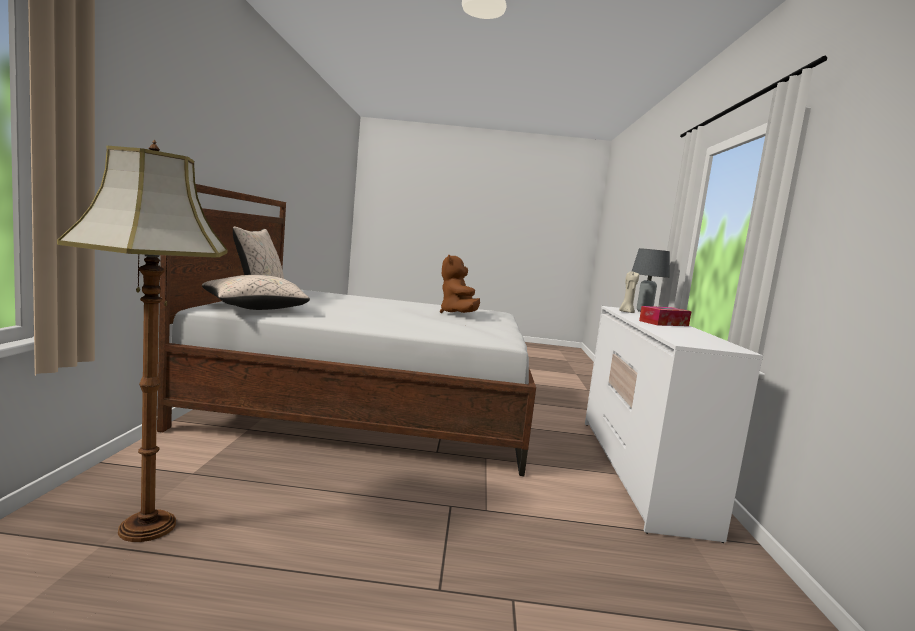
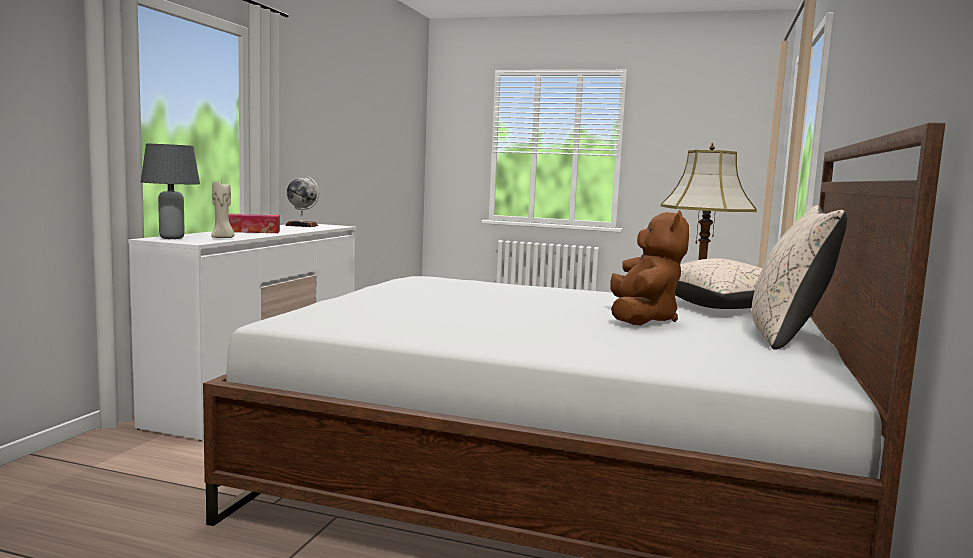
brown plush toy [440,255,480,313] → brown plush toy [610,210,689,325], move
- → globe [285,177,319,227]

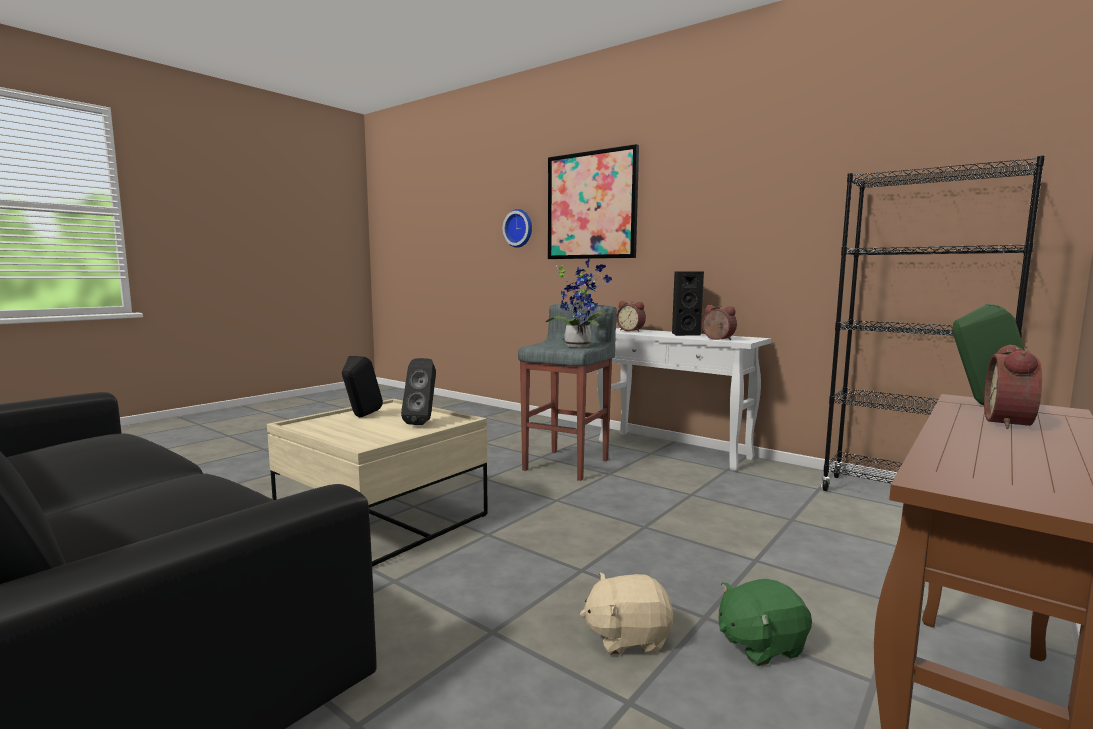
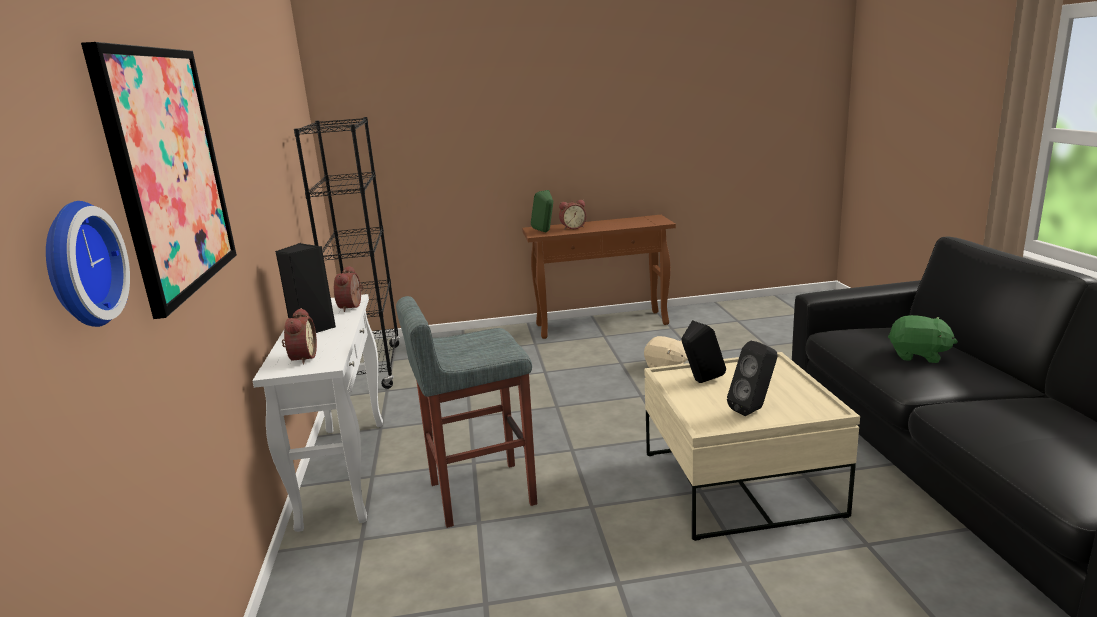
potted plant [546,259,612,347] → -
green plush toy [719,579,812,666] → green plush toy [888,315,958,363], move

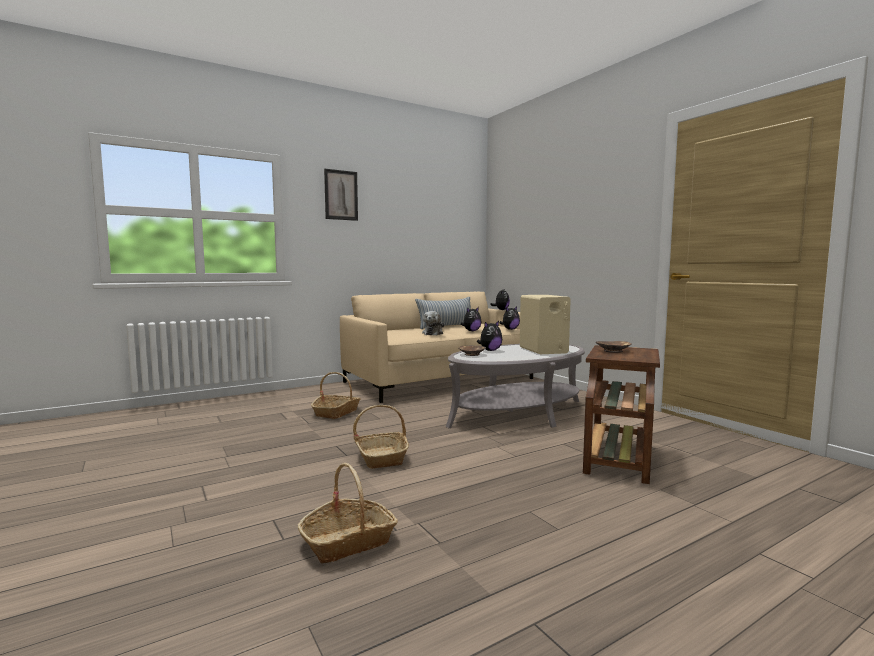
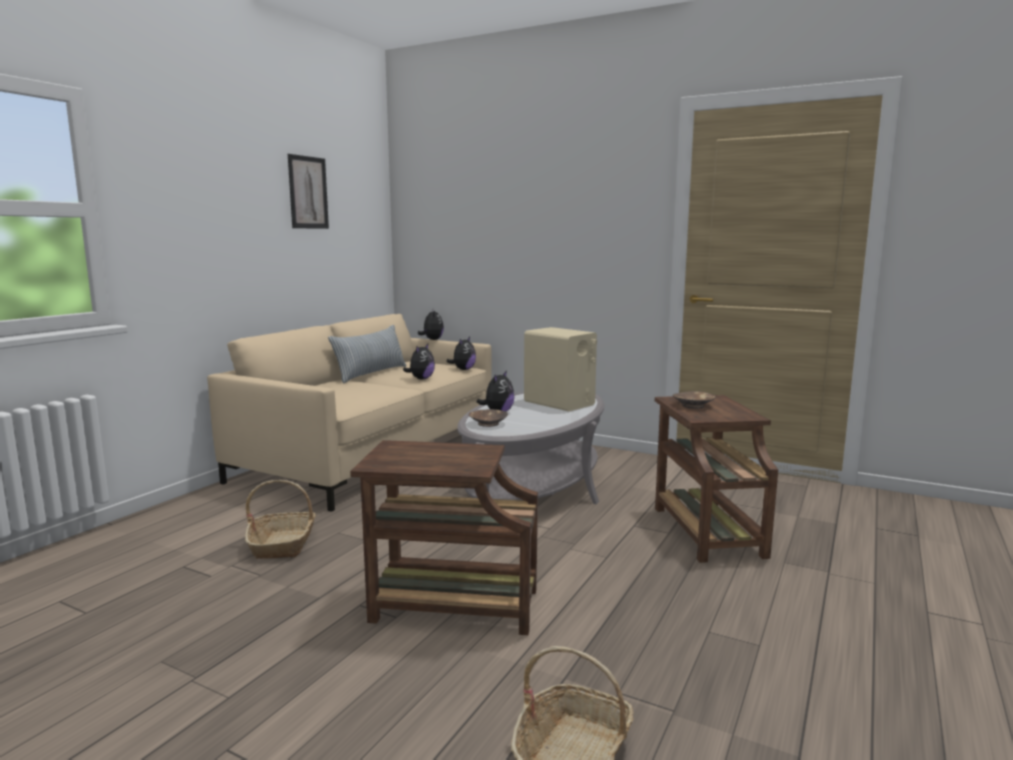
picture [324,169,358,221] → picture [288,154,329,229], move
plush toy [422,311,444,335] → -
basket [353,405,409,469] → brown side table [350,440,538,635]

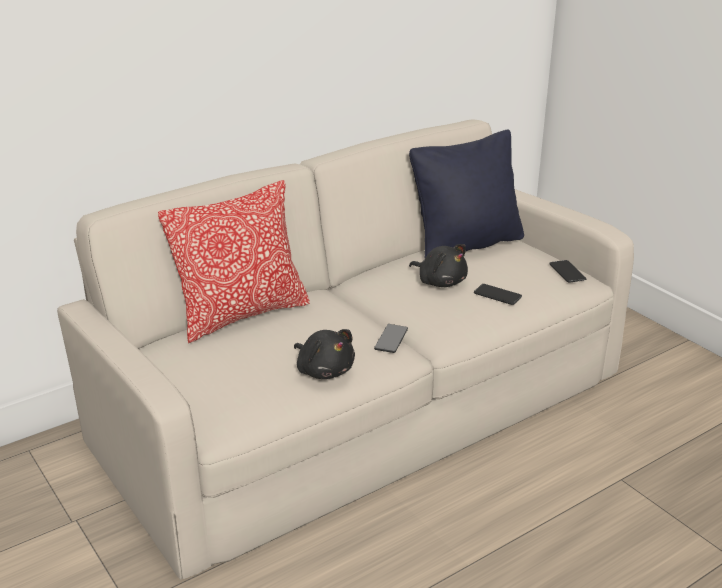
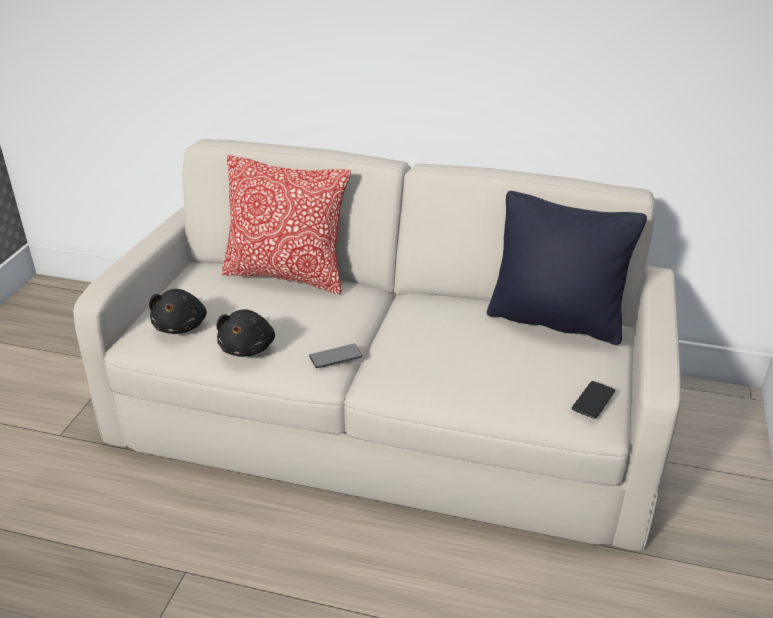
black plush toy [409,244,468,287] → black plush toy [149,289,207,334], move
phone [474,284,522,305] → -

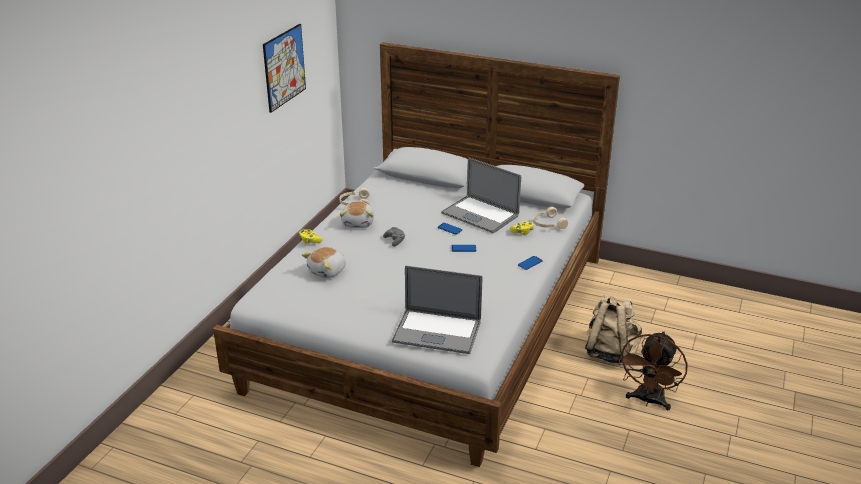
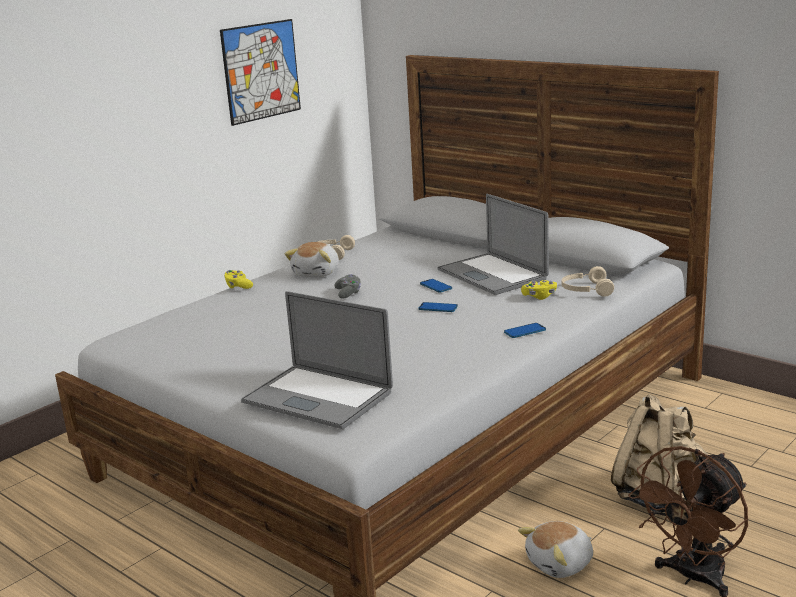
plush toy [302,247,346,278] → plush toy [518,521,593,578], move

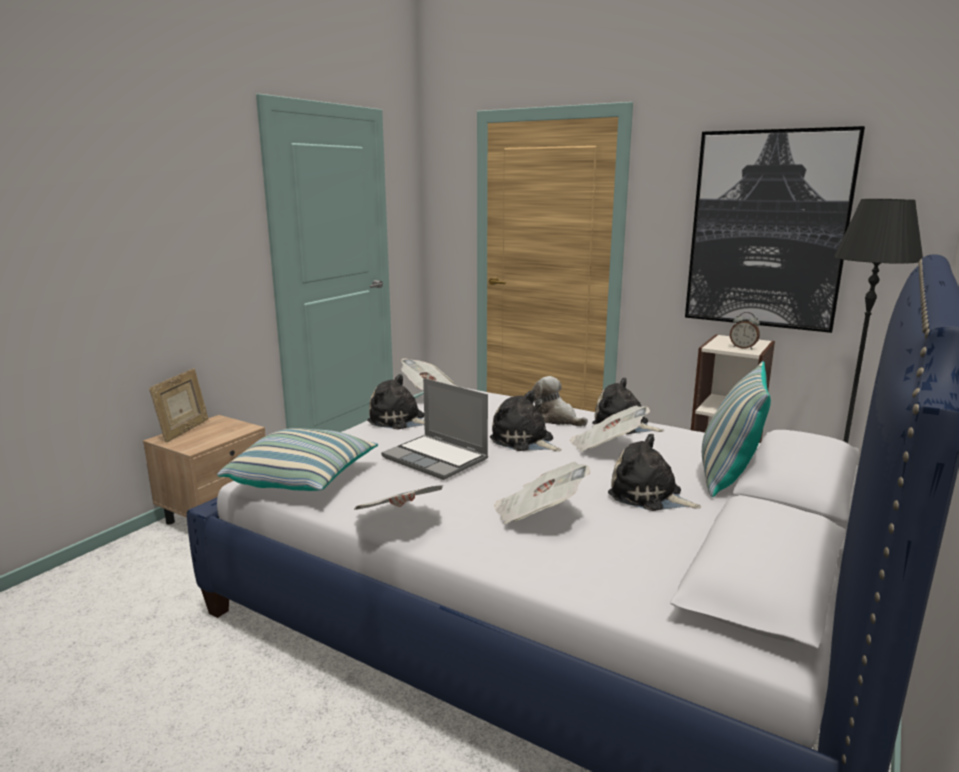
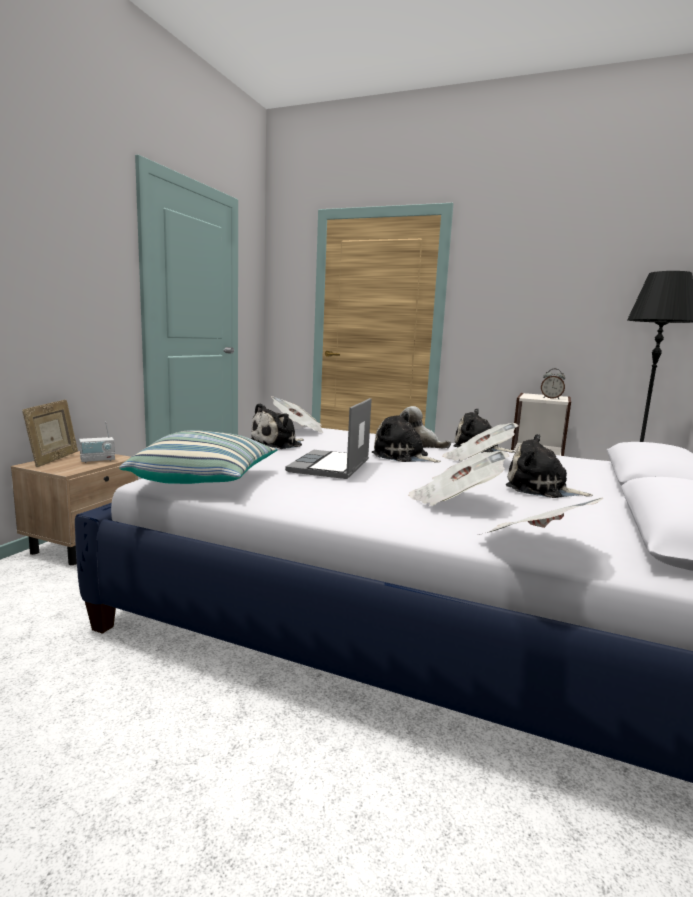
picture [685,126,865,333] → -
pillow [702,361,771,497] → -
plush toy [367,374,424,429] → plush toy [251,403,304,449], 60 degrees counterclockwise
laptop [381,378,488,480] → laptop [285,398,371,479], 75 degrees clockwise
newspaper [354,485,443,510] → newspaper [479,498,604,535], move
- → radio [79,422,115,463]

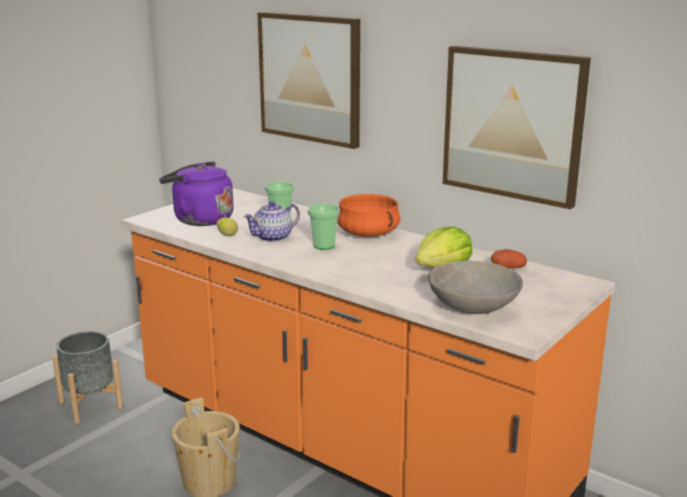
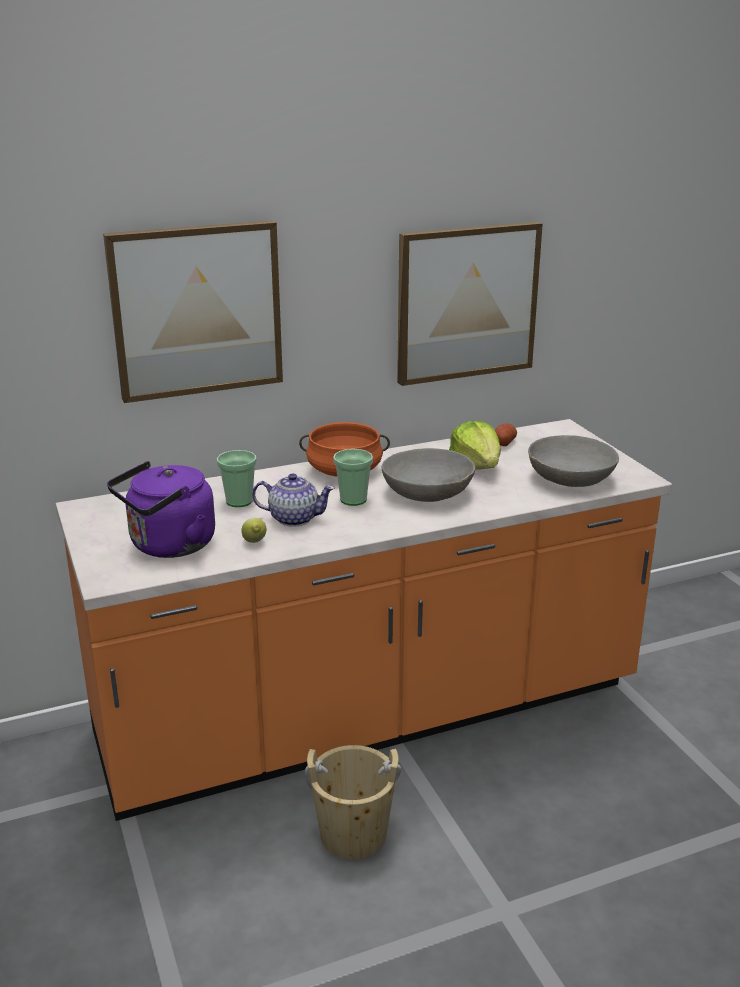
teapot [243,201,300,242] → teapot [252,473,335,527], 75 degrees counterclockwise
grey planter [52,331,123,424] → -
- → grey bowl [382,448,475,502]

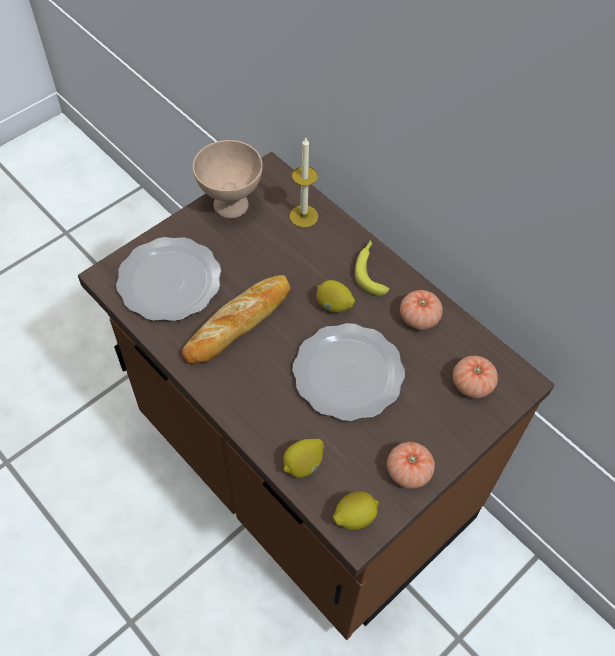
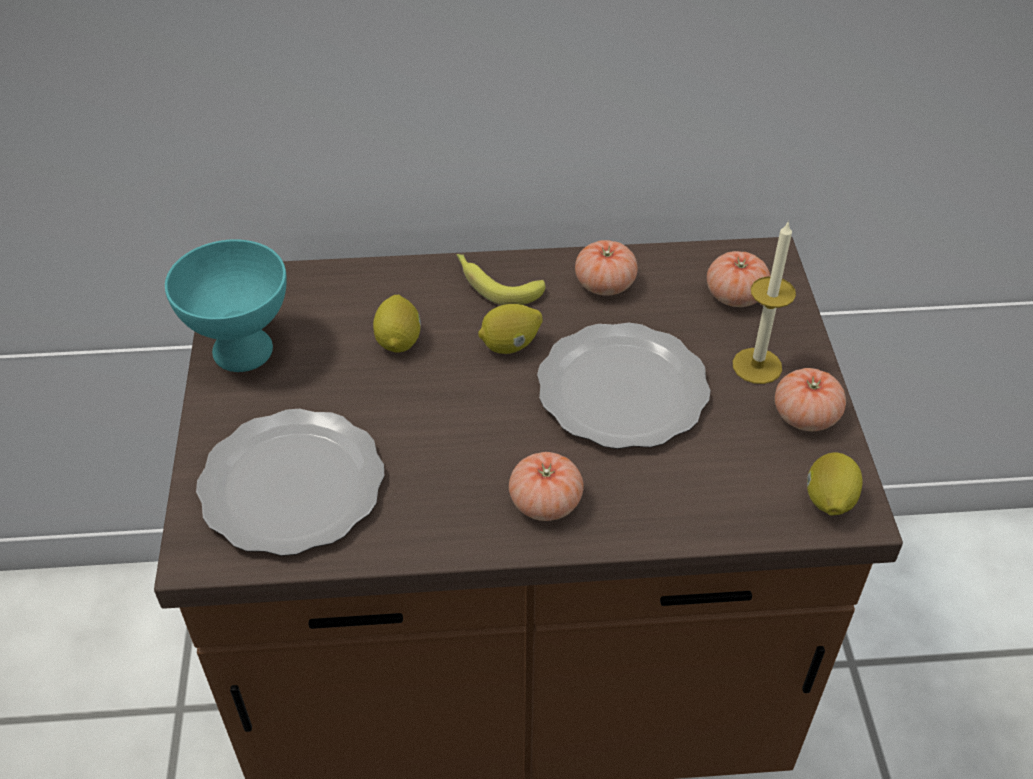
candle [290,138,318,228] → candle [733,220,796,384], move
beige bowl [193,140,263,219] → turquoise bowl [165,239,287,372]
bread [181,275,290,364] → -
lemon [283,439,324,478] → lemon [373,295,421,353], move
- → tomato [509,452,584,521]

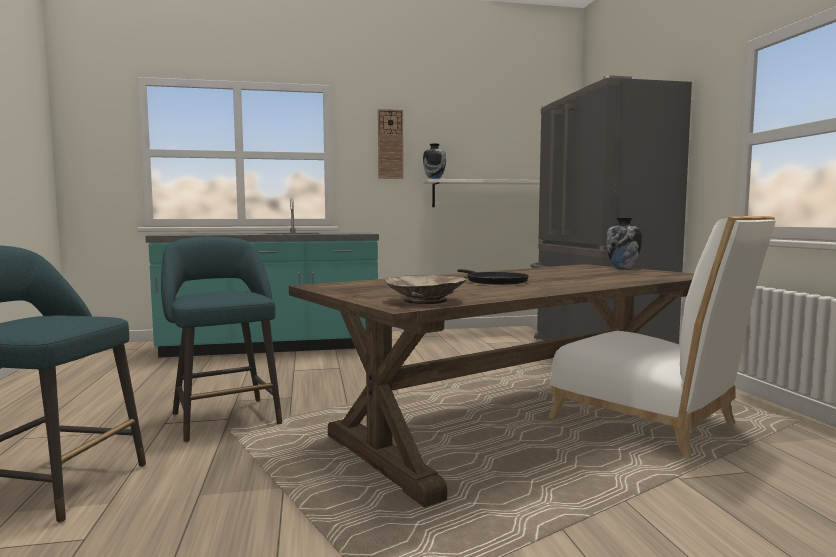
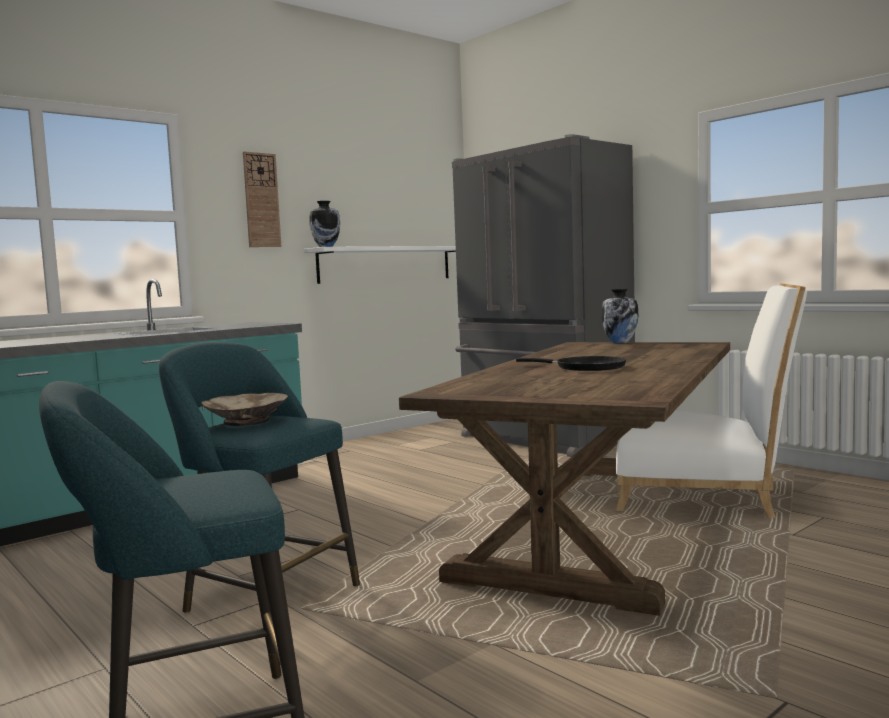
beige bowl [384,275,466,304] → beige bowl [201,393,288,426], move

